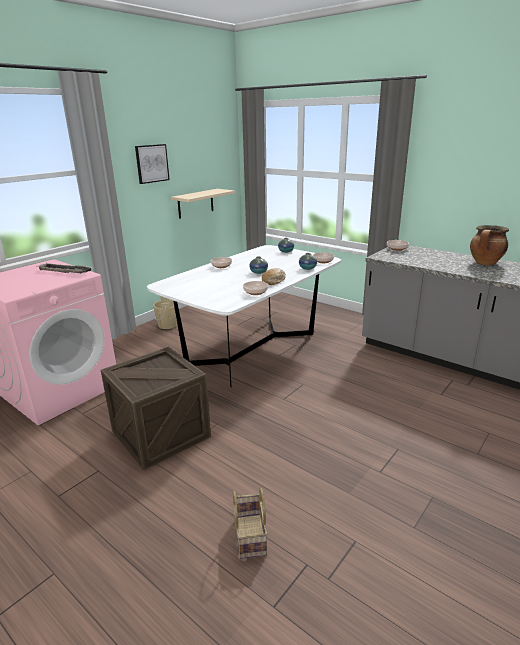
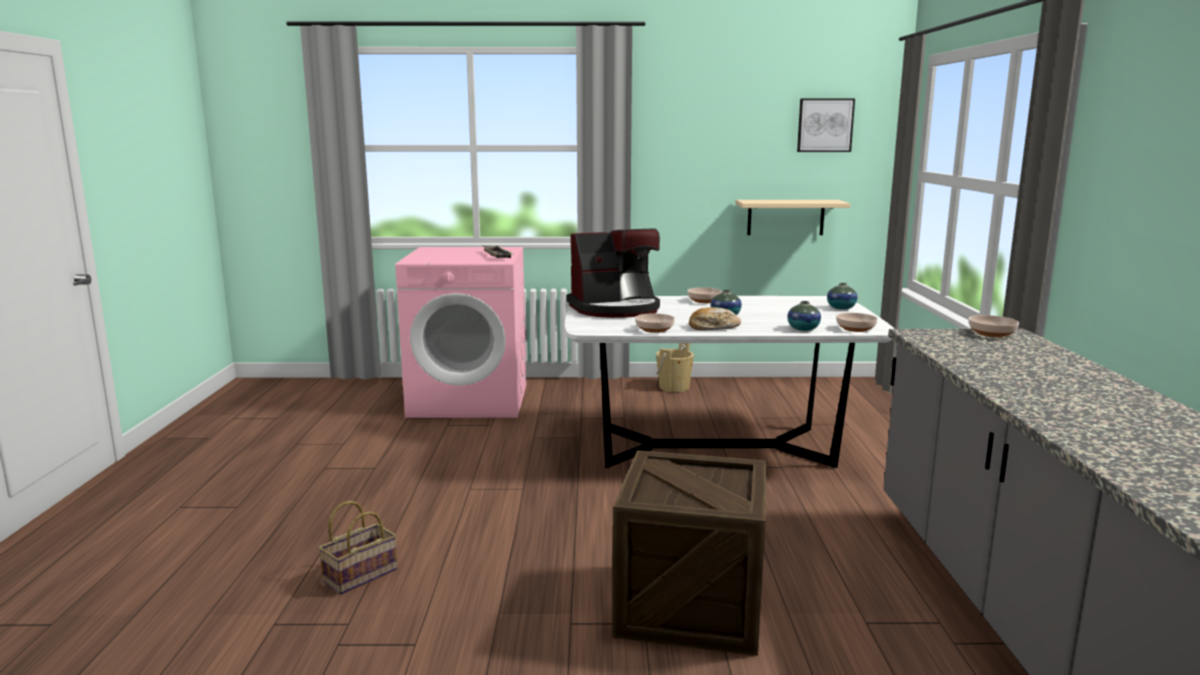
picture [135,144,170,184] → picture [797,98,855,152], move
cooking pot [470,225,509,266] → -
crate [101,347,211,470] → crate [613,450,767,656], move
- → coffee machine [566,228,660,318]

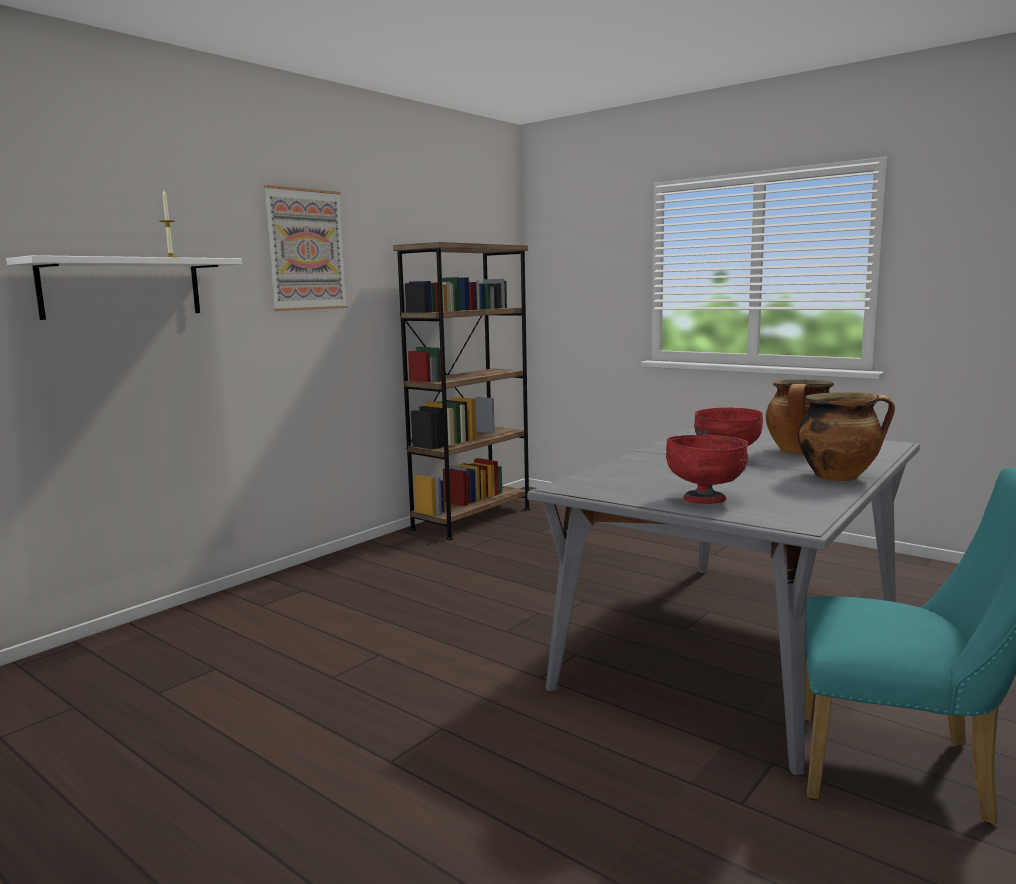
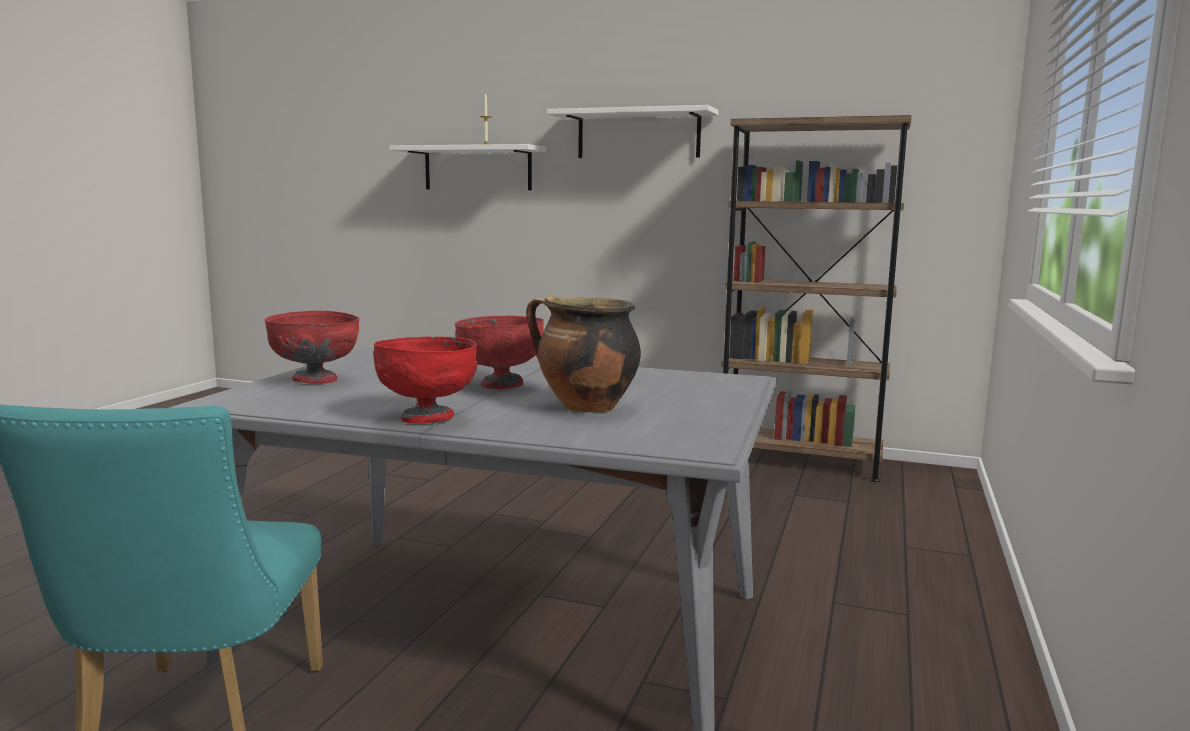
picture [264,185,348,311] → white shelf [547,105,719,158]
cooking pot [798,392,895,481] → red bowl [373,337,478,424]

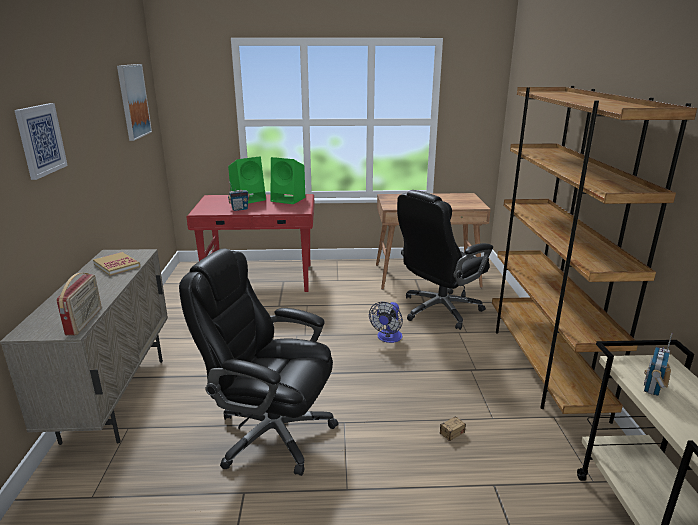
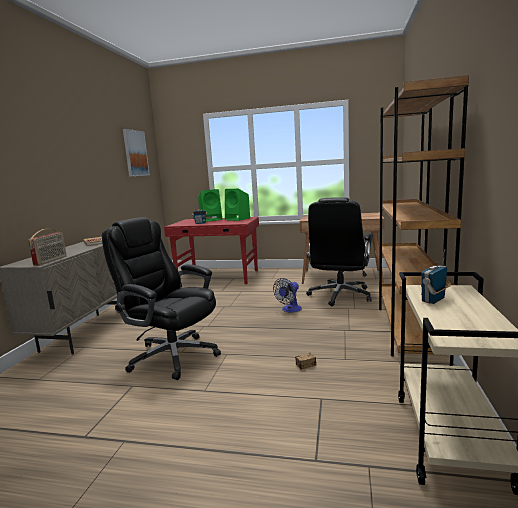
picture [14,103,68,180] → -
black office chair [397,190,493,330] → black office chair [306,197,373,306], 45 degrees counterclockwise

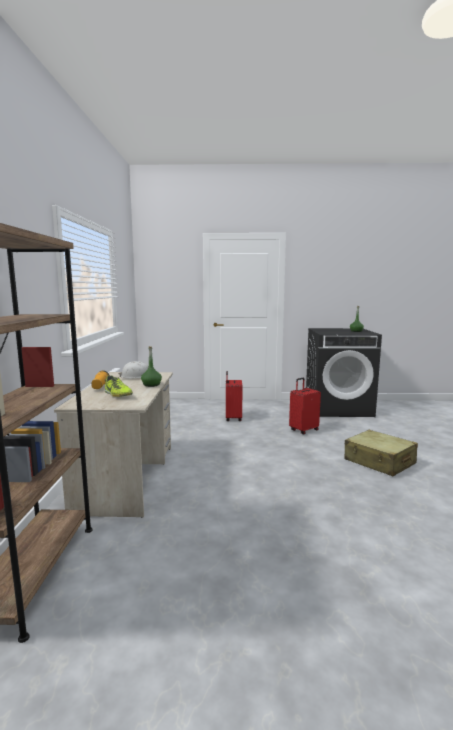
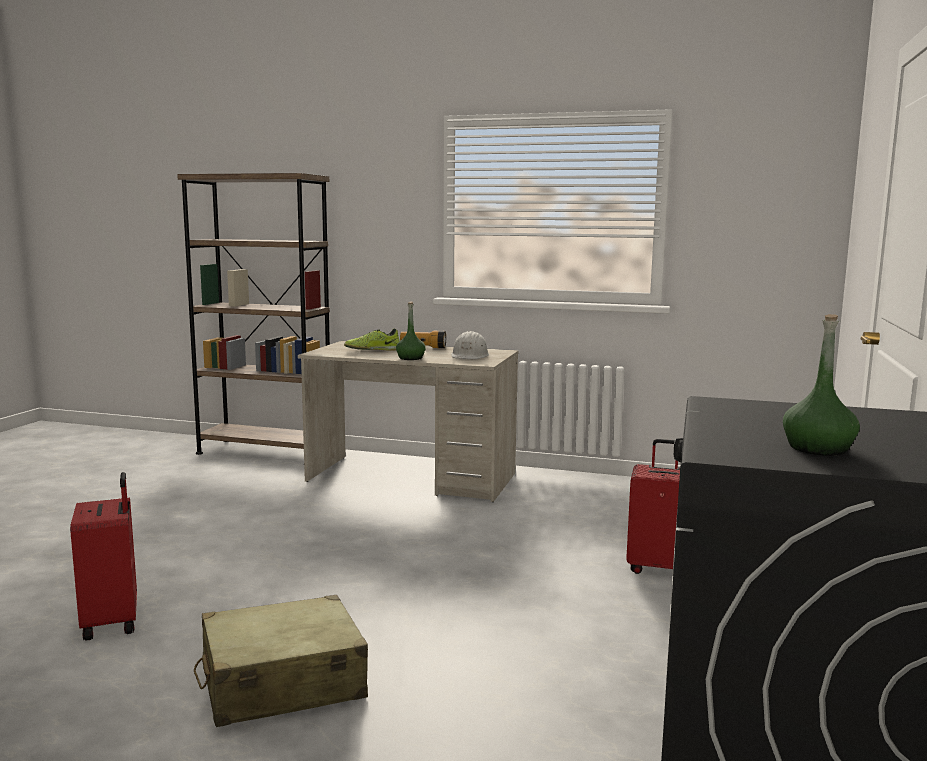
red suitcase [289,378,321,435] → red suitcase [70,472,137,641], move

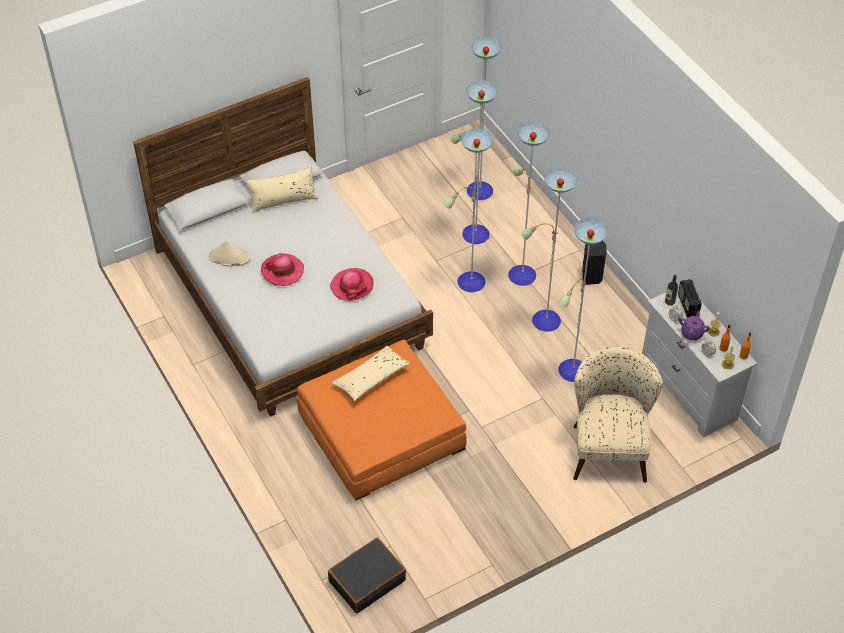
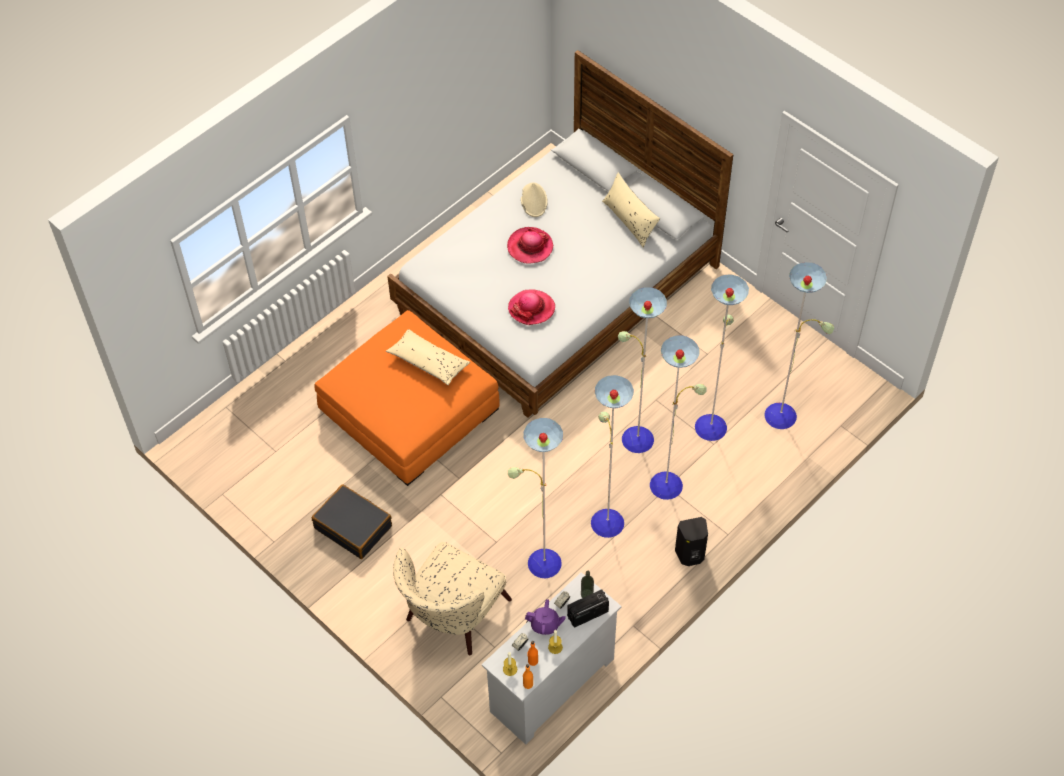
beige armchair [573,347,663,482] → beige armchair [393,542,512,655], 135 degrees clockwise
black suitcase [328,538,406,613] → black suitcase [312,484,392,559], move

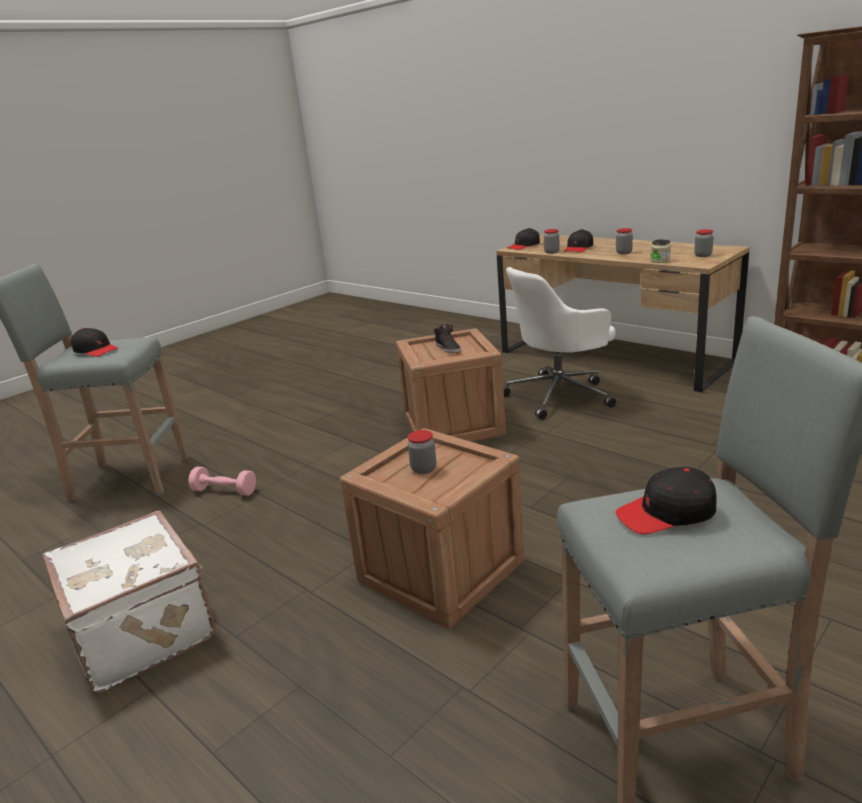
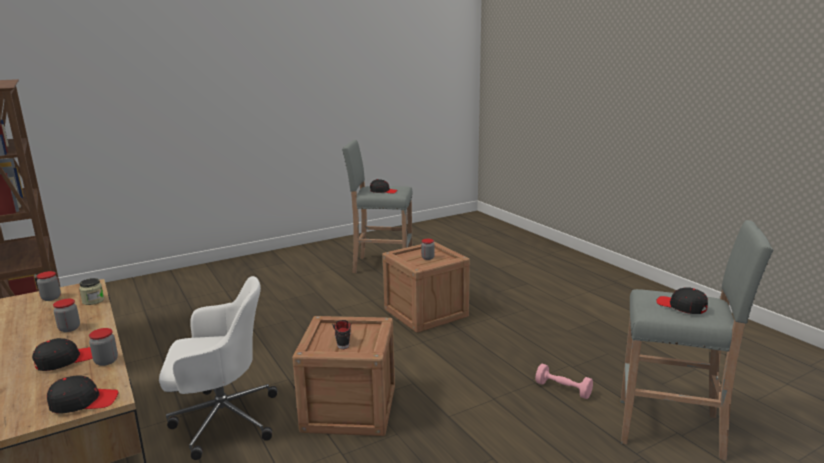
white suitcase [43,511,216,693] → -

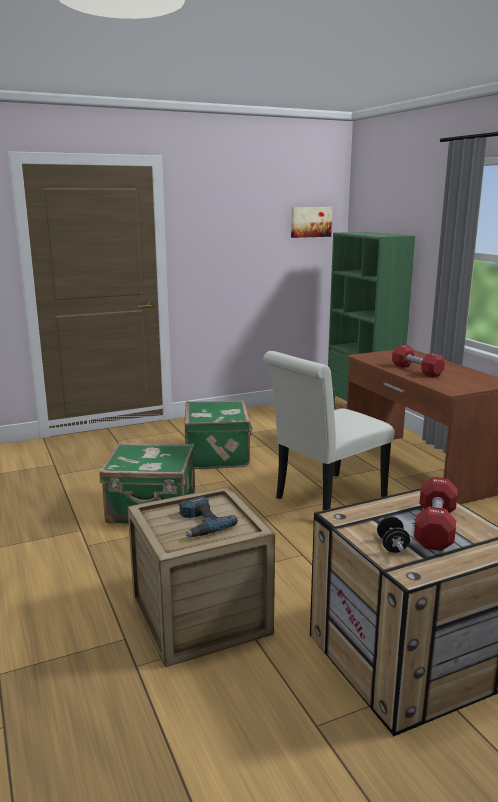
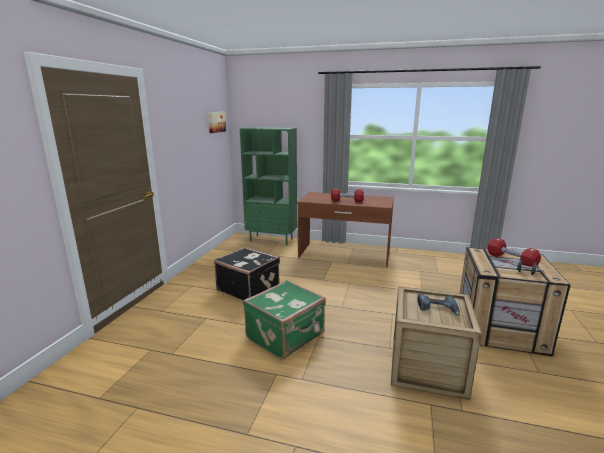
white chair [263,351,395,510] → -
green suitcase [185,400,253,469] → black suitcase [214,247,280,300]

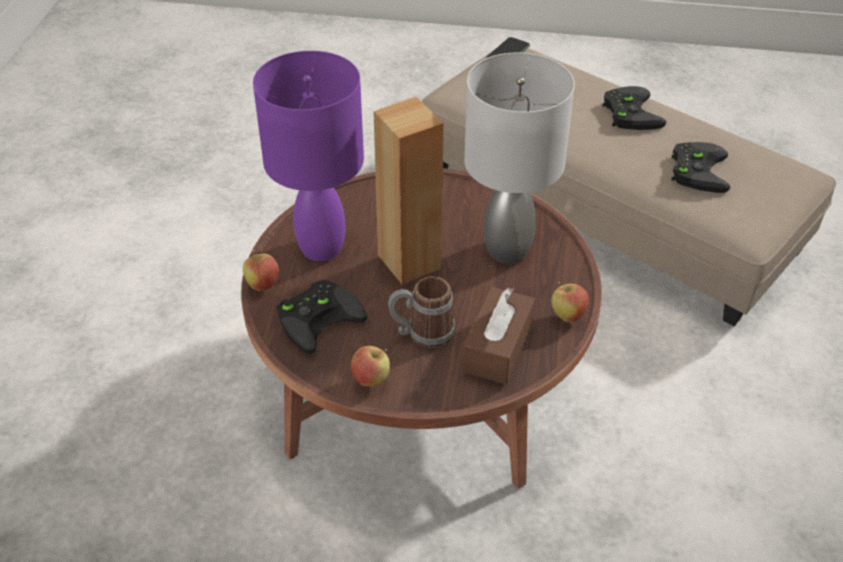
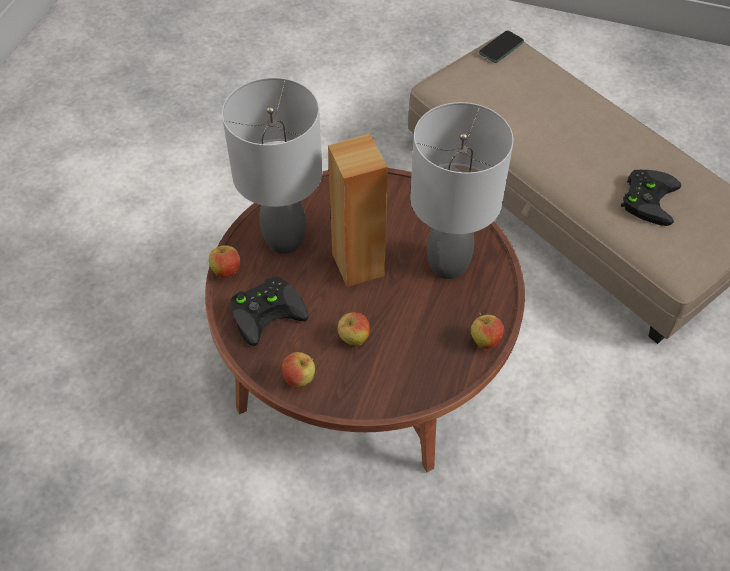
purple table lamp [253,51,364,261] → grey table lamp [222,77,322,254]
black game controller [602,86,666,130] → -
mug [388,276,455,348] → apple [338,312,370,345]
brown tissue box [461,287,535,384] → -

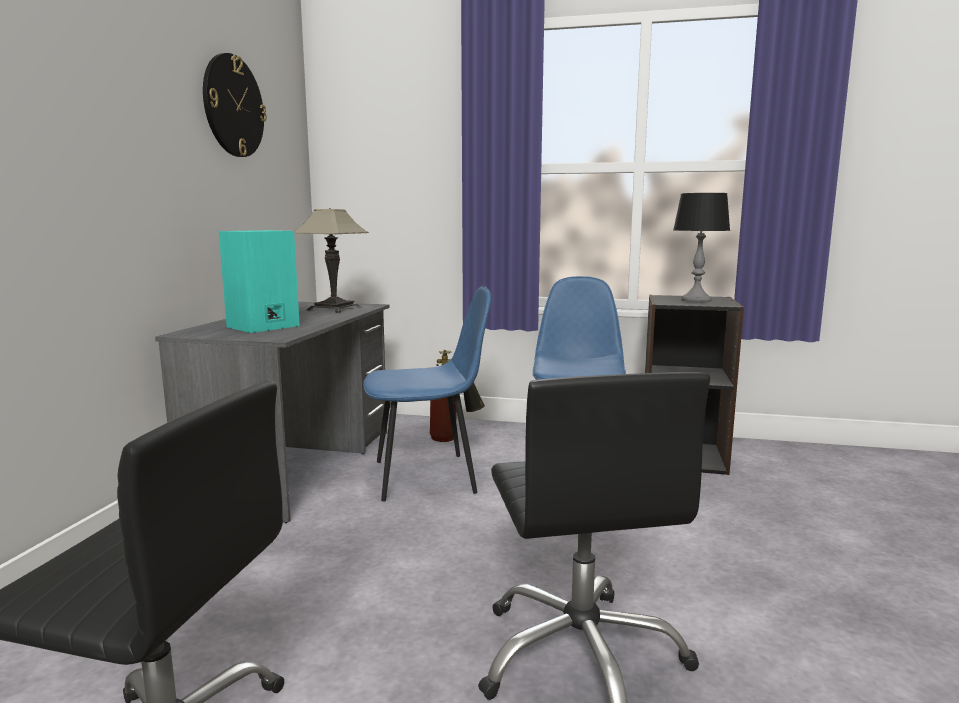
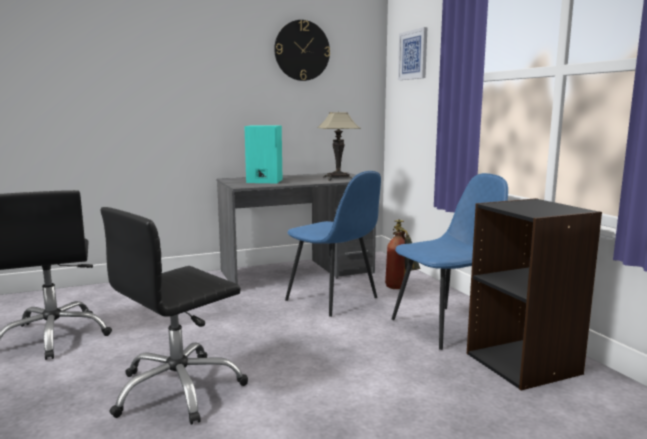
table lamp [673,193,730,302] → -
- → picture [398,27,427,80]

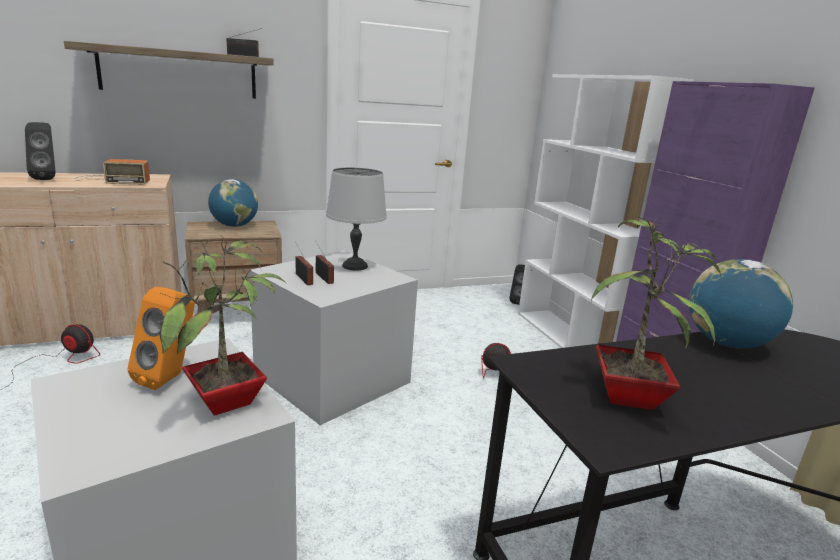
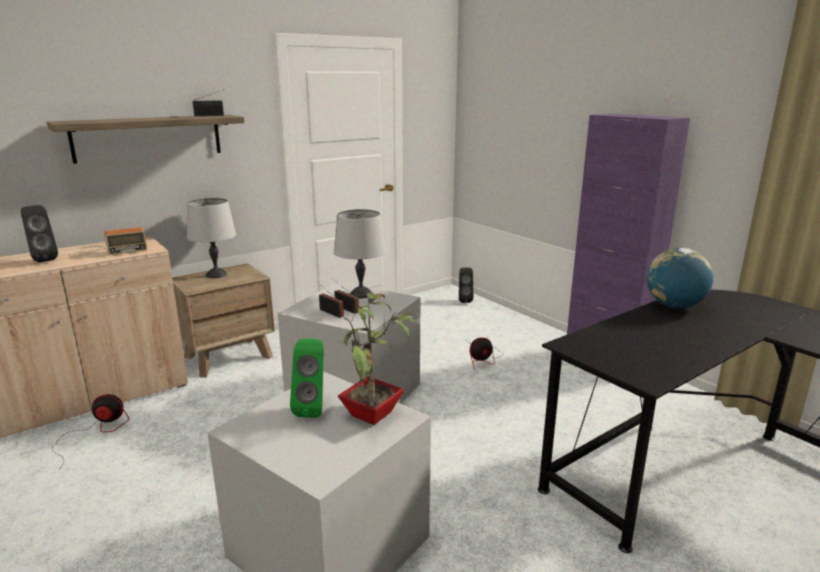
white bookcase [518,74,694,348] → -
globe [208,179,258,227] → grey table lamp [187,198,236,278]
potted plant [591,216,721,410] → -
orange speaker [128,287,195,390] → green speaker [290,338,324,418]

